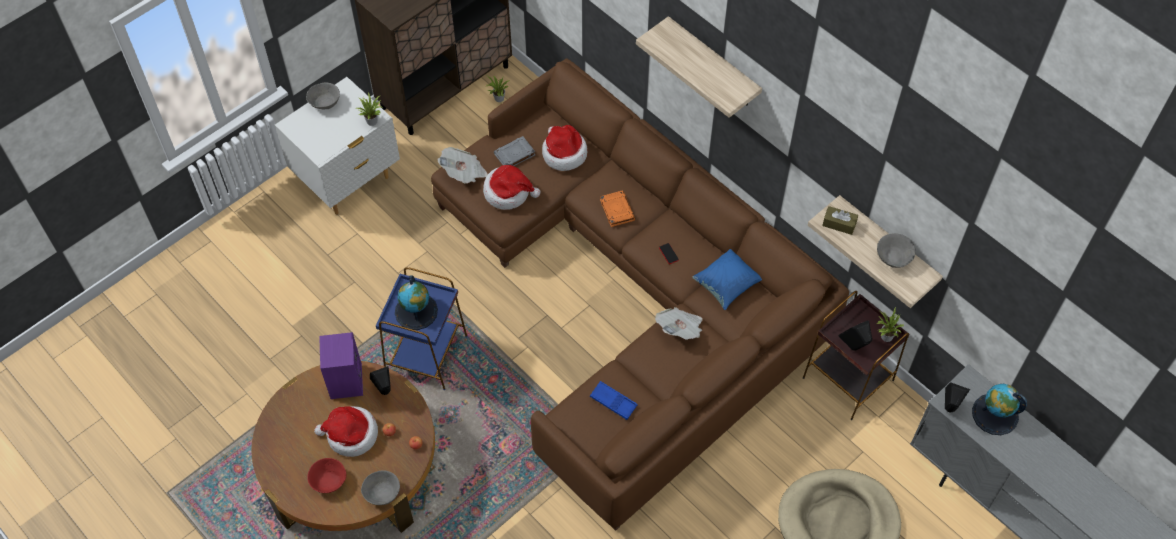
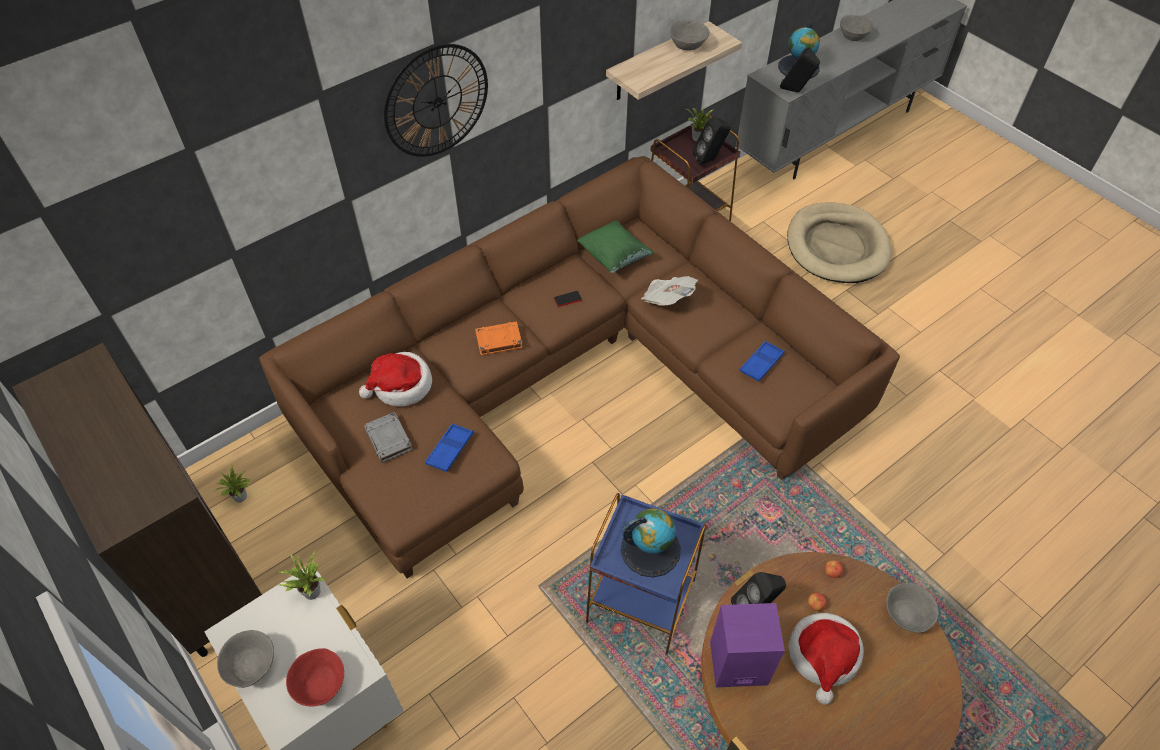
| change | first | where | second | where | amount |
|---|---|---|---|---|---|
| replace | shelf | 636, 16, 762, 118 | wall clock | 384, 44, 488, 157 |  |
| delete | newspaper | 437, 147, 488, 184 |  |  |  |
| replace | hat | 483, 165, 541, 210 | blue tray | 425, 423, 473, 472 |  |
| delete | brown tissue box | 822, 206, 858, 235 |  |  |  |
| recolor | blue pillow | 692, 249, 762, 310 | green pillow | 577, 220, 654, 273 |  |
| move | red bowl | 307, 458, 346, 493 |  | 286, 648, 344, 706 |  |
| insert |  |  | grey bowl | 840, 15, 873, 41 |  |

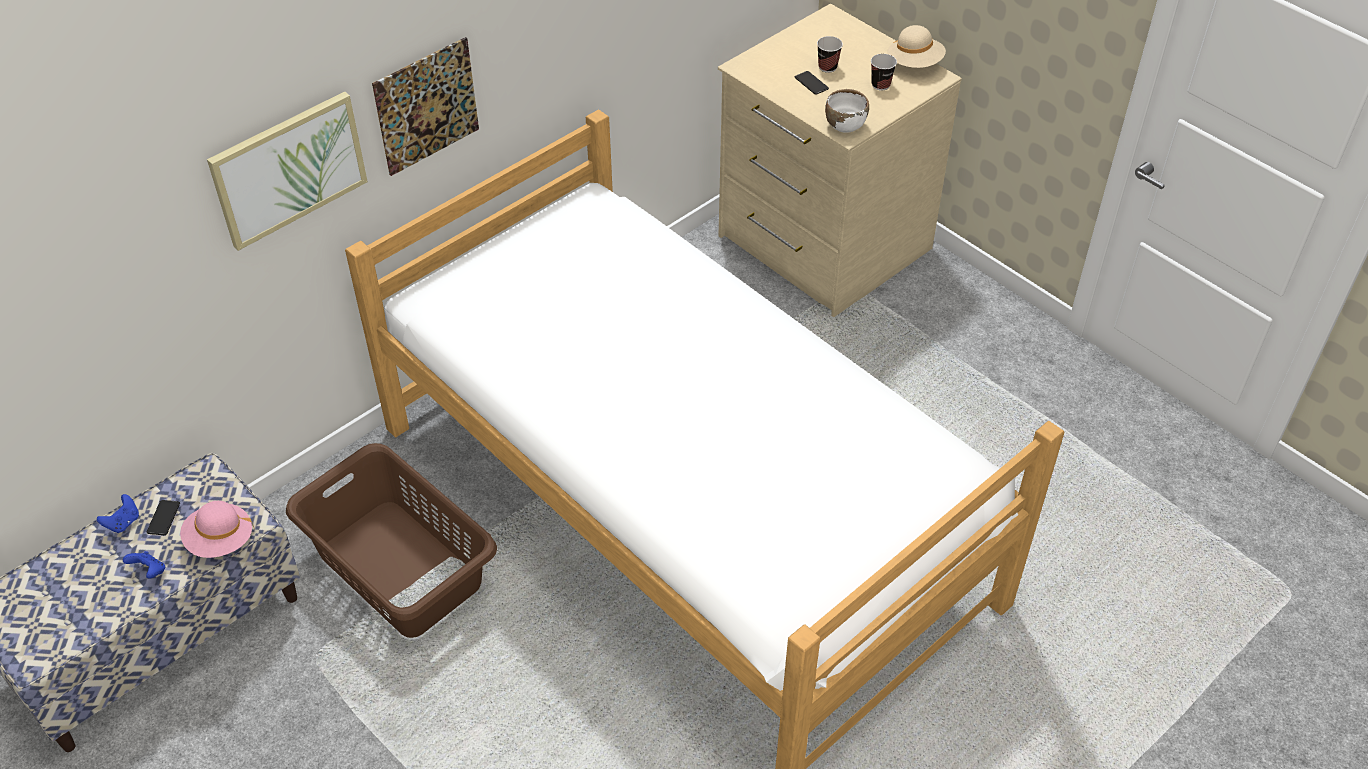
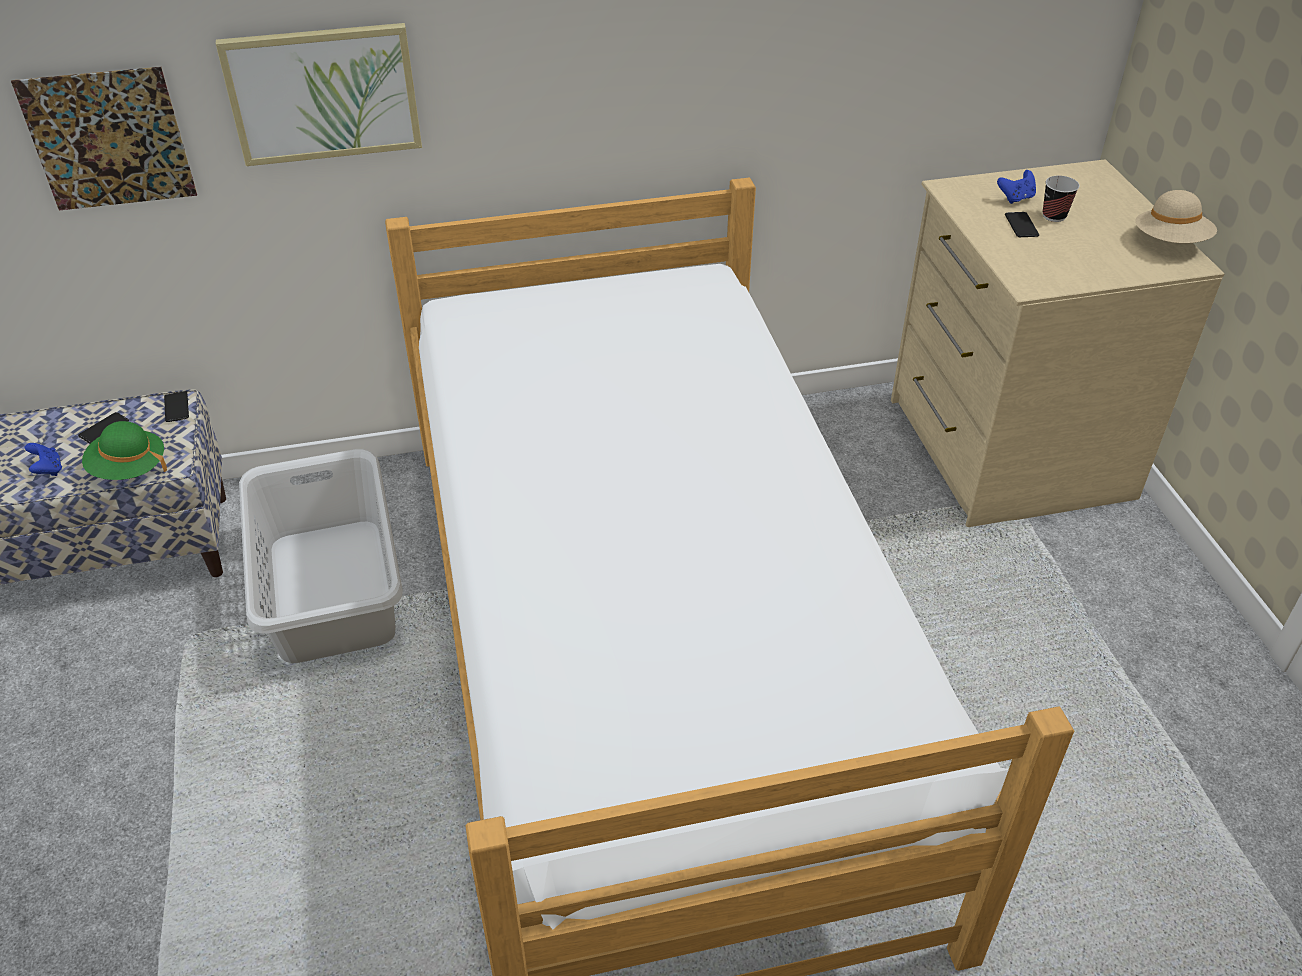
| change | first | where | second | where | amount |
|---|---|---|---|---|---|
| move | picture | 372, 37, 479, 176 |  | 11, 67, 197, 211 |  |
| delete | cup | 871, 54, 897, 91 |  |  |  |
| delete | white bowl | 825, 89, 869, 133 |  |  |  |
| recolor | brown laundry basket | 286, 443, 497, 638 | grey laundry basket | 239, 449, 403, 663 |  |
| move | blue game controller | 97, 494, 139, 533 |  | 997, 170, 1036, 204 |  |
| recolor | pink hat | 180, 501, 255, 558 | green hat | 82, 421, 167, 480 |  |
| insert |  |  | phone | 164, 391, 189, 422 |  |

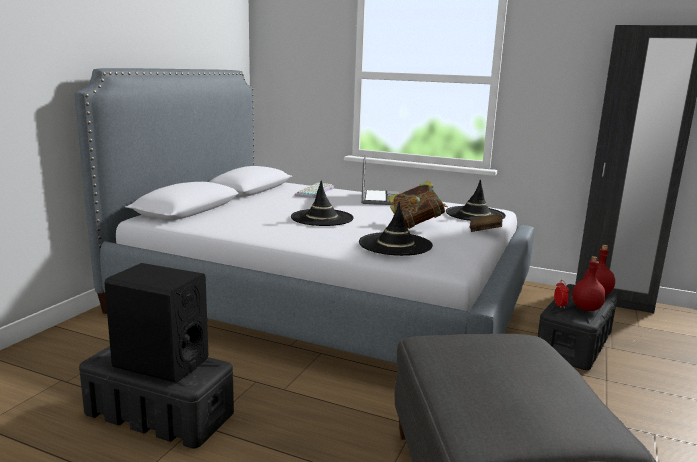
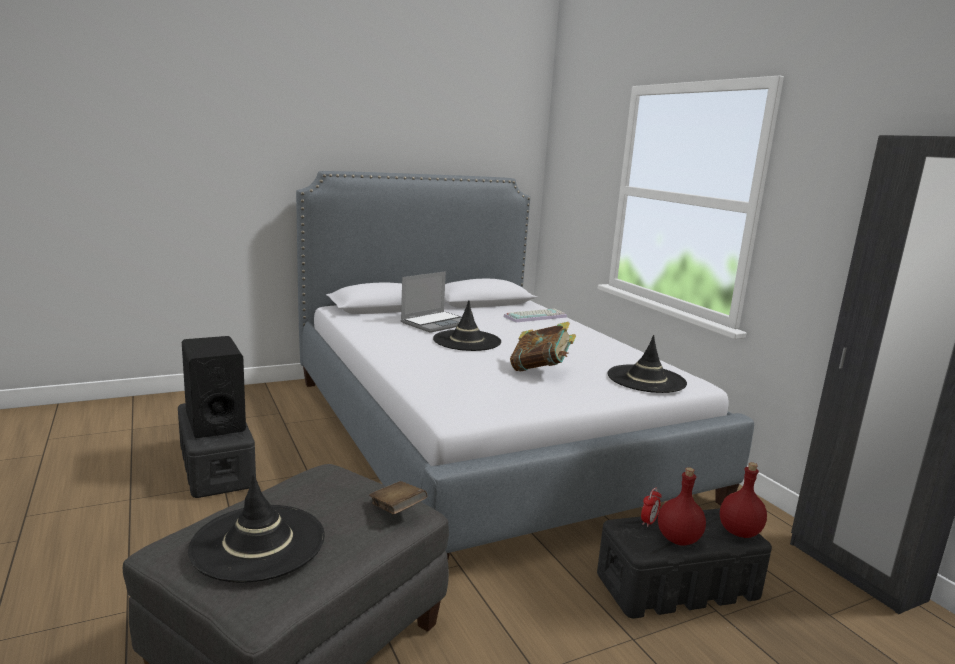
| change | first | where | second | where | amount |
|---|---|---|---|---|---|
| move | laptop | 361, 155, 399, 205 |  | 401, 271, 462, 333 |  |
| move | black hat | 359, 201, 433, 256 |  | 188, 474, 325, 582 |  |
| move | brown book | 470, 214, 502, 232 |  | 369, 481, 427, 515 |  |

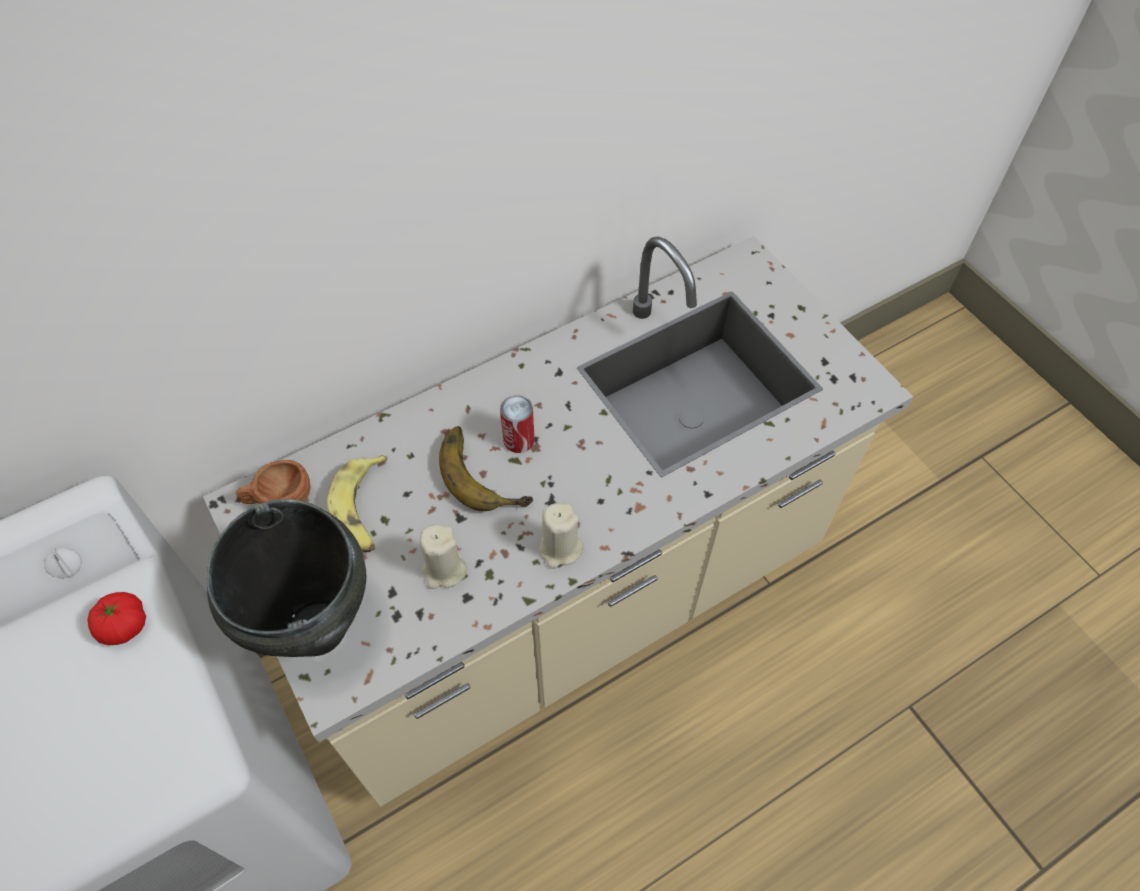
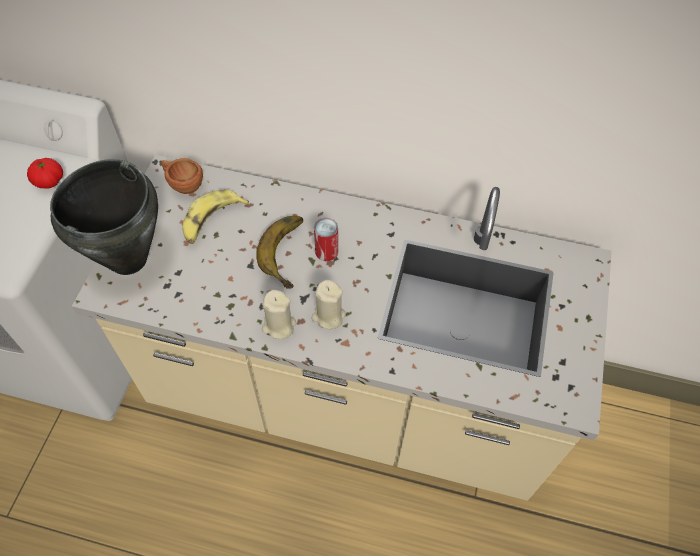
| change | first | where | second | where | amount |
|---|---|---|---|---|---|
| move | beige candle | 420, 524, 468, 589 |  | 311, 280, 346, 329 |  |

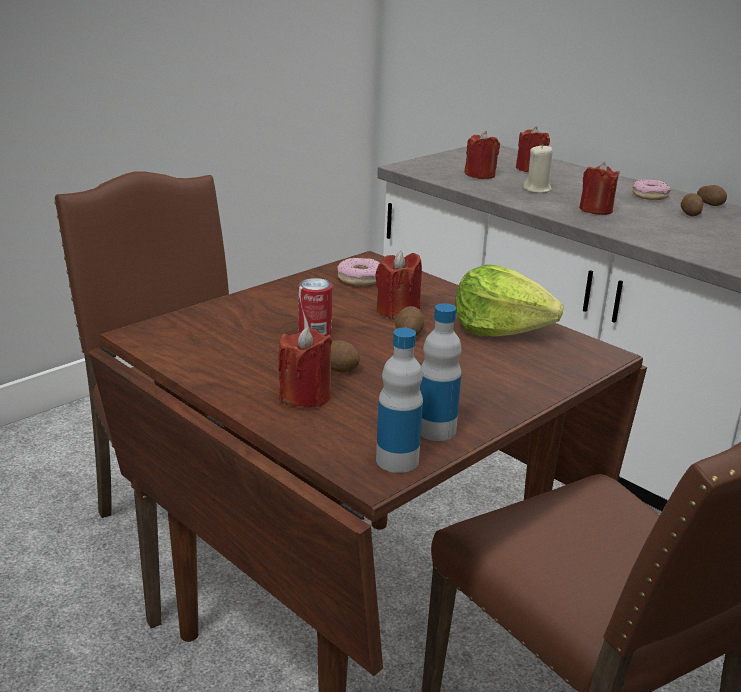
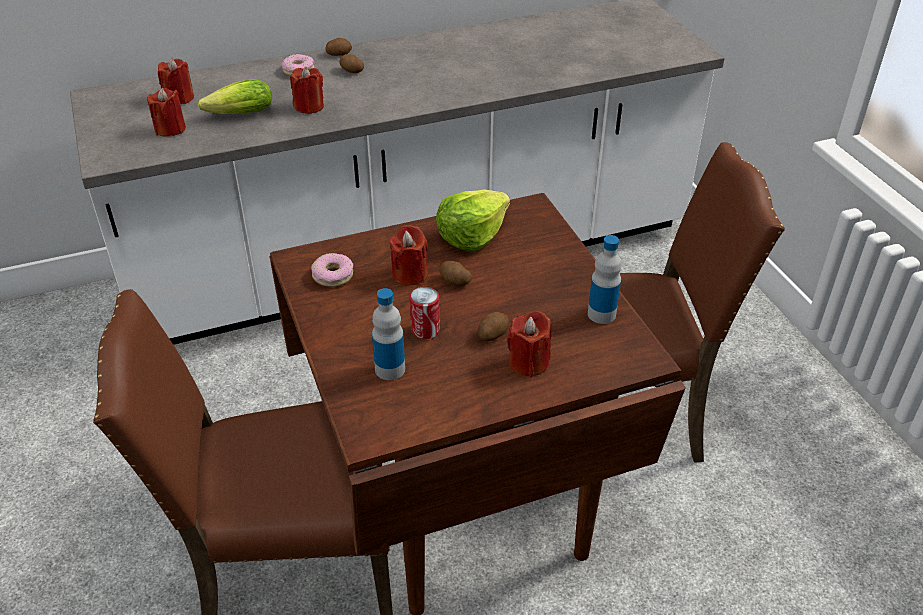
| change | first | where | second | where | amount |
|---|---|---|---|---|---|
| replace | beige candle | 523, 144, 553, 193 | lettuce | 198, 79, 272, 114 |  |
| move | bottle | 376, 328, 423, 473 |  | 372, 288, 405, 380 |  |

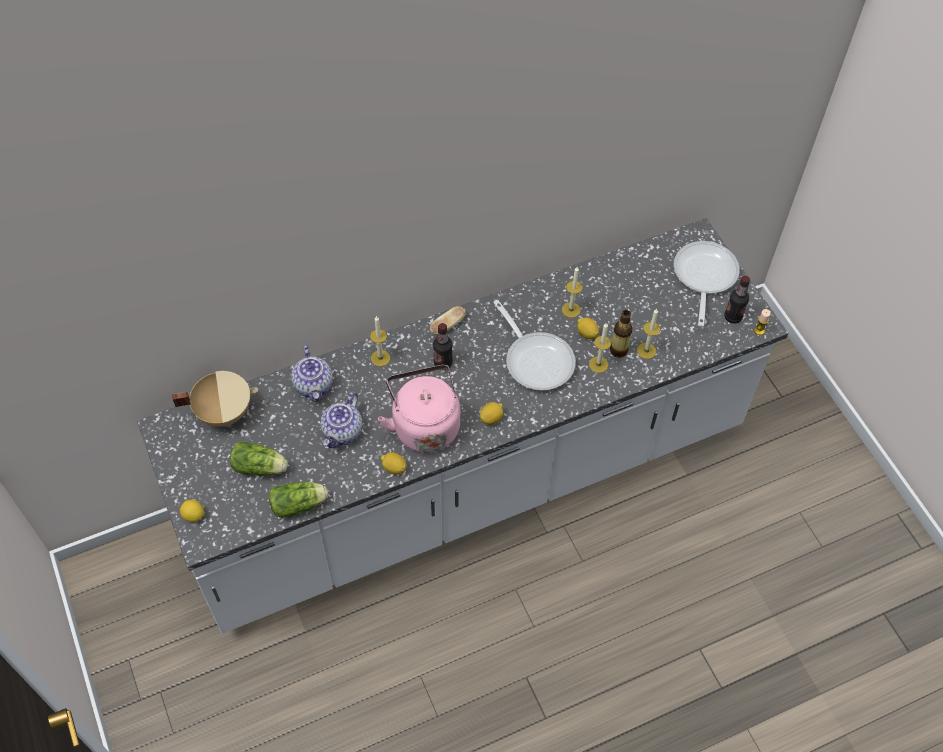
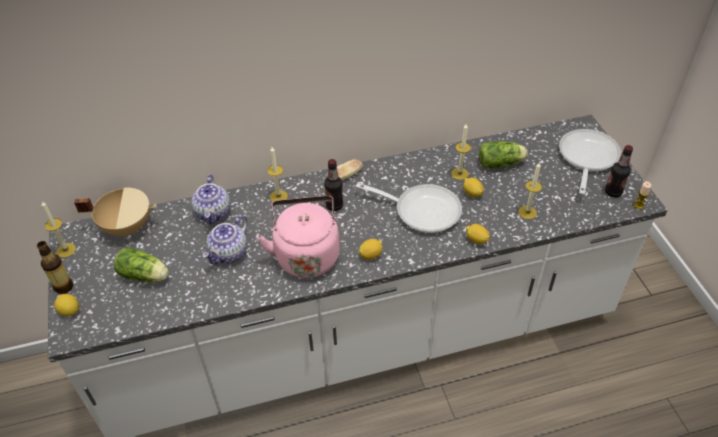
| change | first | where | second | where | amount |
|---|---|---|---|---|---|
| rotate | frying pan | 493, 300, 576, 390 |  | 356, 183, 462, 233 | 45 degrees counterclockwise |
| move | bottle | 610, 310, 633, 358 |  | 37, 241, 73, 294 |  |
| move | candle | 589, 323, 611, 373 |  | 41, 201, 76, 258 |  |
| move | lemon | 381, 452, 407, 475 |  | 466, 224, 490, 244 |  |
| move | lettuce | 269, 482, 328, 518 |  | 479, 141, 528, 169 |  |

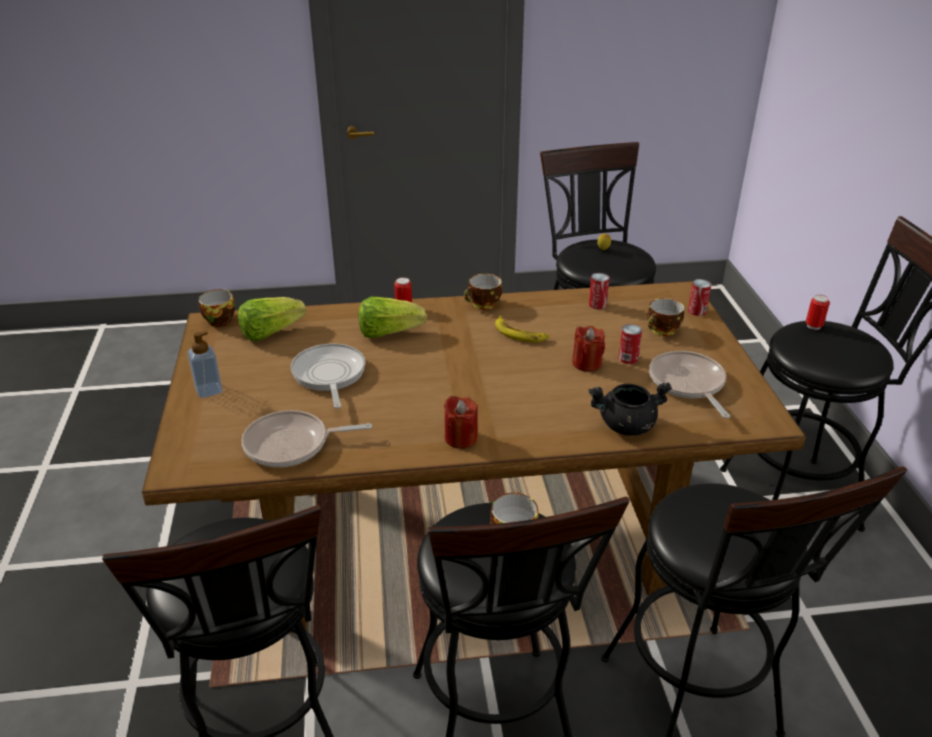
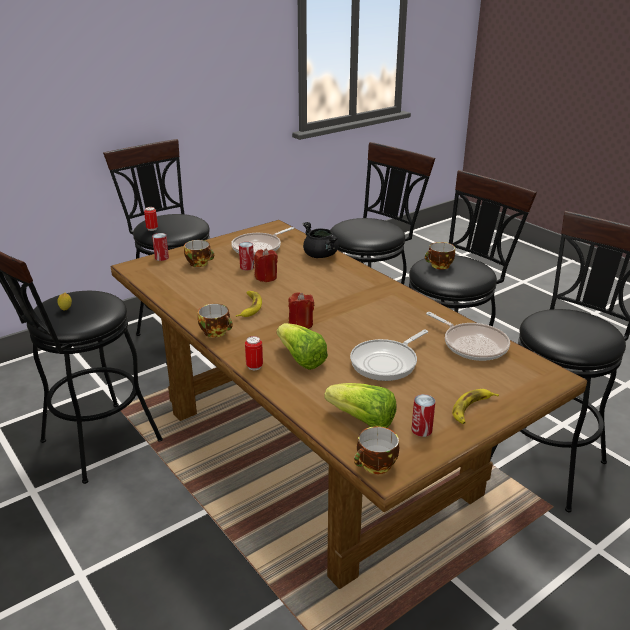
| change | first | where | second | where | amount |
|---|---|---|---|---|---|
| move | can | 589, 273, 609, 309 |  | 411, 394, 436, 437 |  |
| replace | soap dispenser | 187, 331, 223, 398 | banana | 452, 389, 499, 424 |  |
| move | red candle | 444, 396, 478, 449 |  | 288, 292, 314, 329 |  |

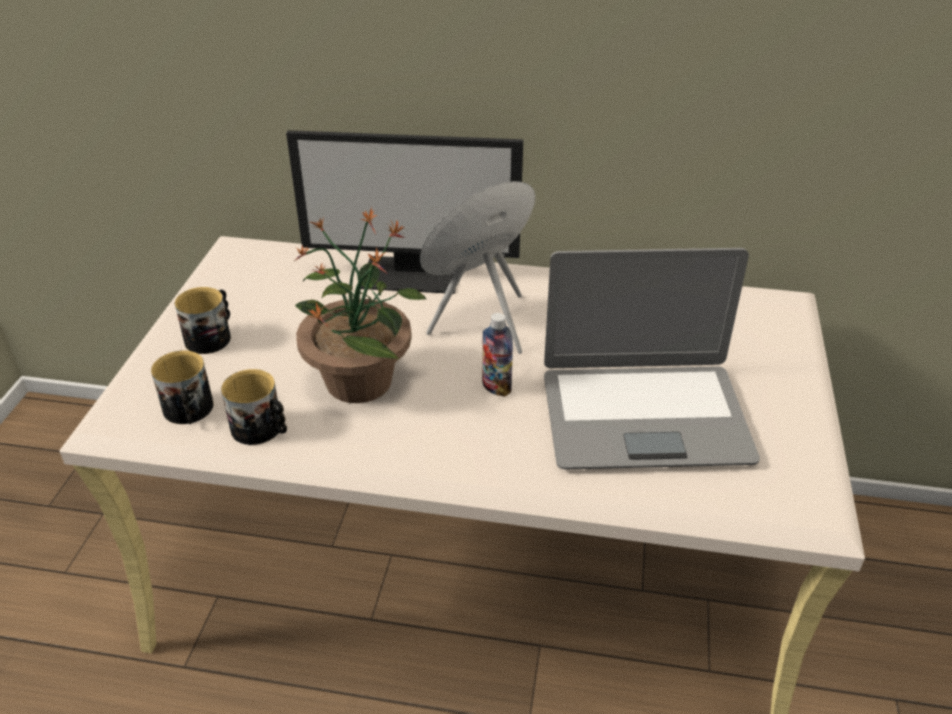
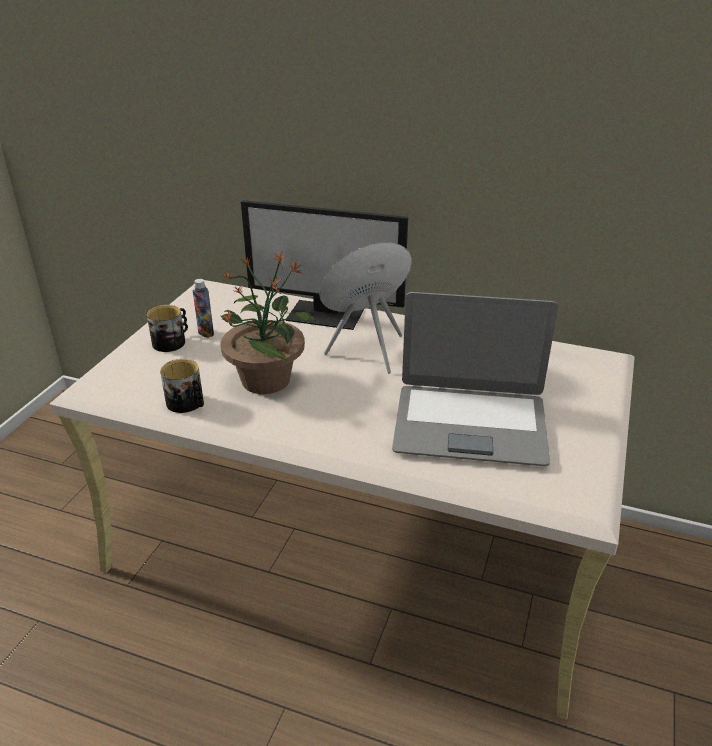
| change | first | where | second | where | amount |
|---|---|---|---|---|---|
| move | bottle | 482, 313, 513, 397 |  | 192, 279, 214, 338 |  |
| delete | mug | 151, 350, 214, 424 |  |  |  |

